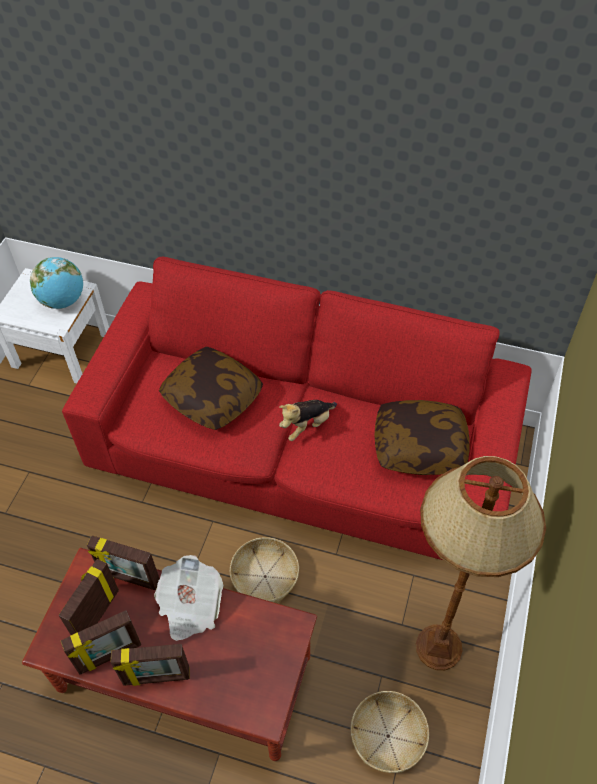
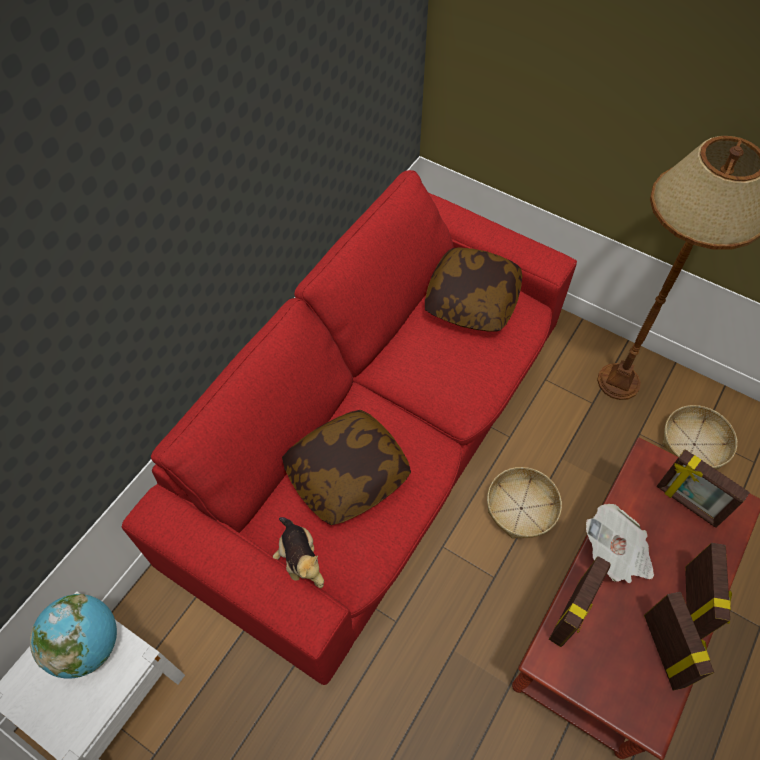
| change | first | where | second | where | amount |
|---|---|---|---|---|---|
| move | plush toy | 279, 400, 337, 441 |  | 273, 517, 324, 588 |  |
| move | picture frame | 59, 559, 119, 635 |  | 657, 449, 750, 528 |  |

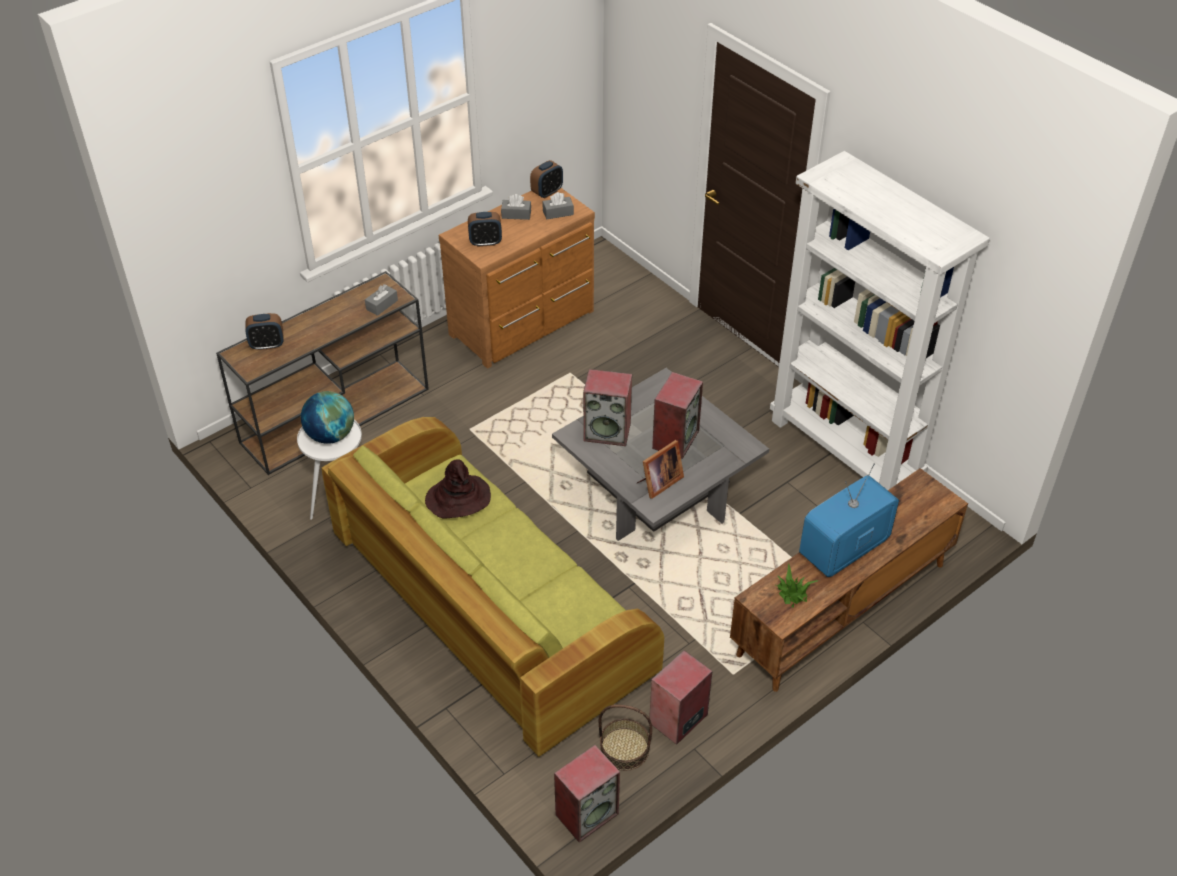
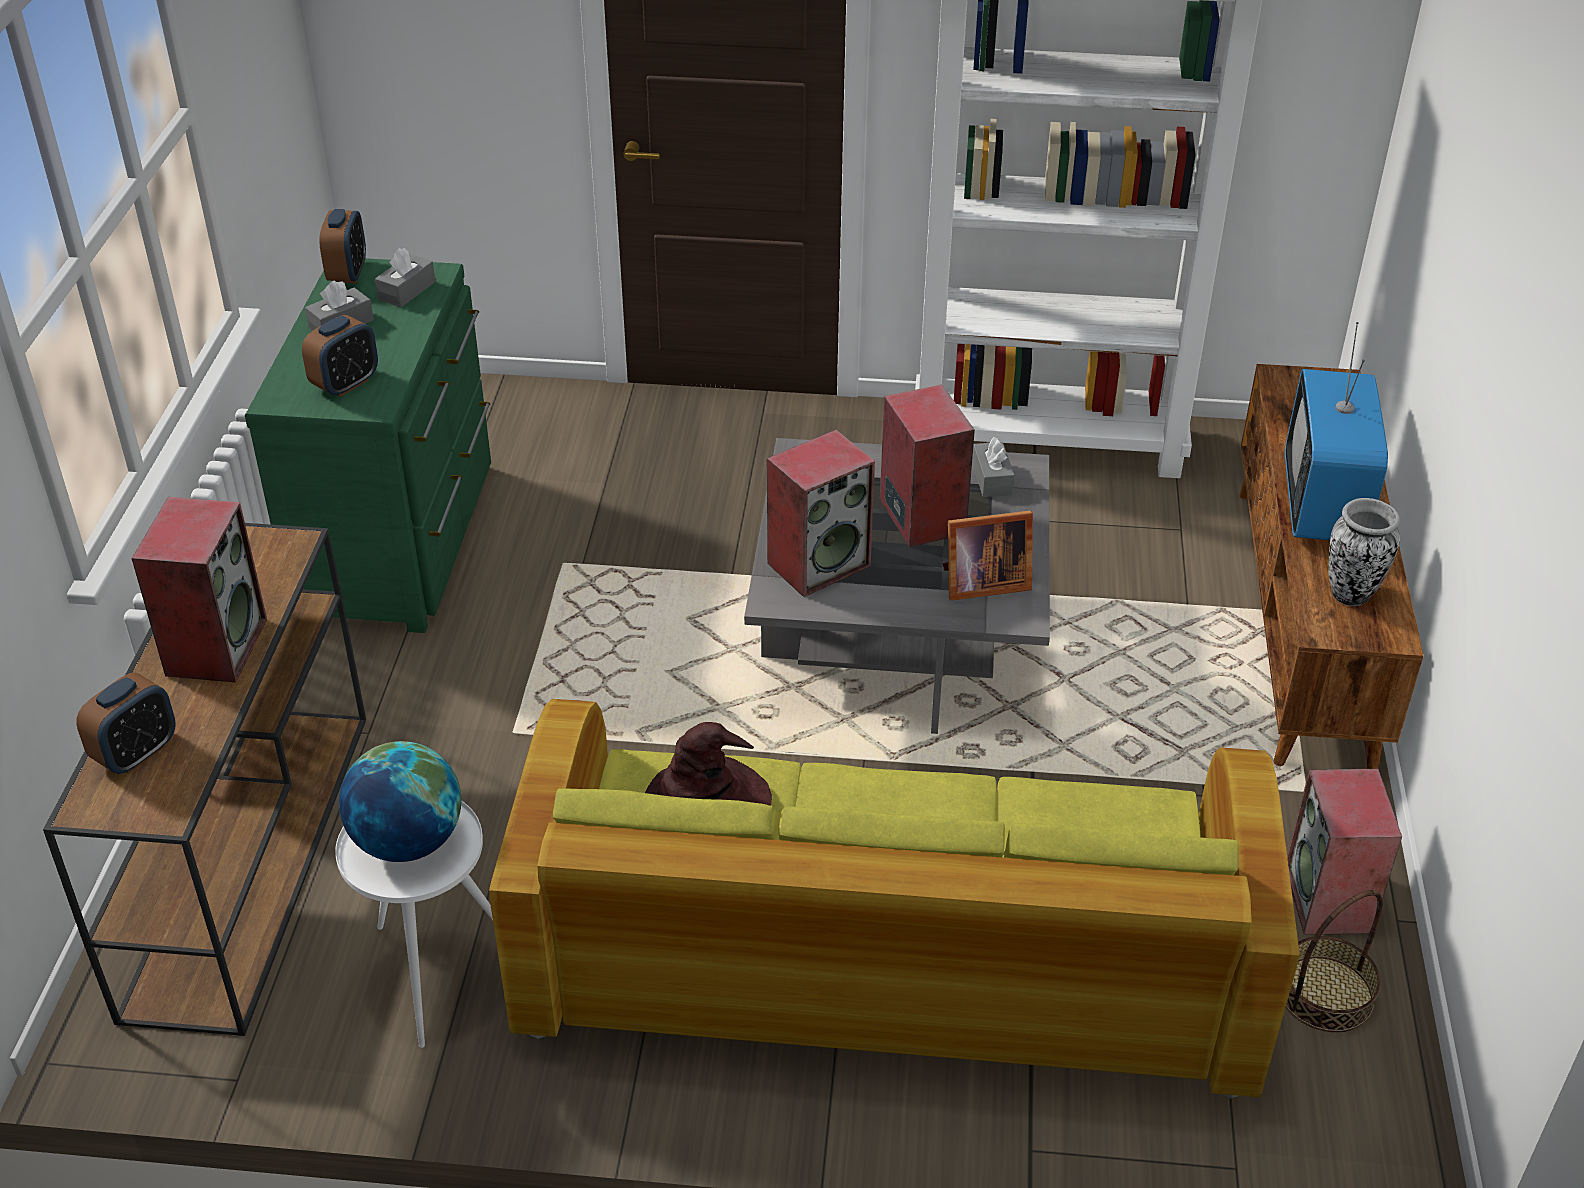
| change | first | where | second | where | amount |
|---|---|---|---|---|---|
| recolor | brown dresser | 439, 188, 595, 369 | green dresser | 245, 258, 491, 633 |  |
| move | grey tissue box | 365, 284, 398, 316 |  | 972, 437, 1015, 497 |  |
| rotate | picture frame | 637, 440, 684, 499 |  | 943, 511, 1033, 601 | 75 degrees clockwise |
| replace | potted plant | 776, 563, 819, 607 | vase | 1328, 498, 1400, 606 |  |
| move | speaker | 554, 745, 620, 843 |  | 131, 497, 267, 682 |  |

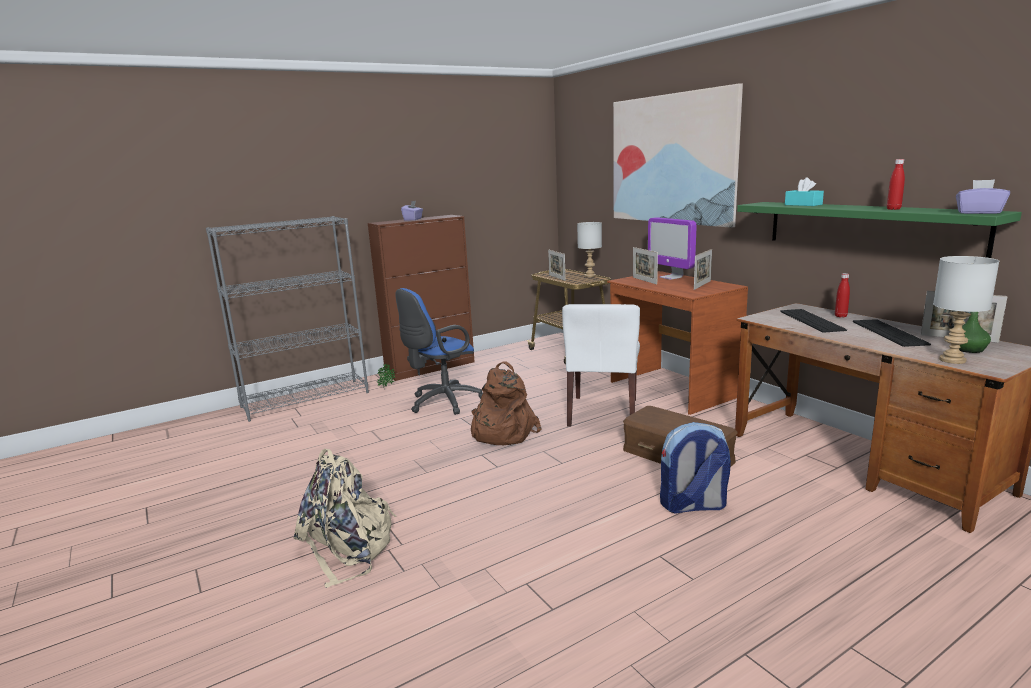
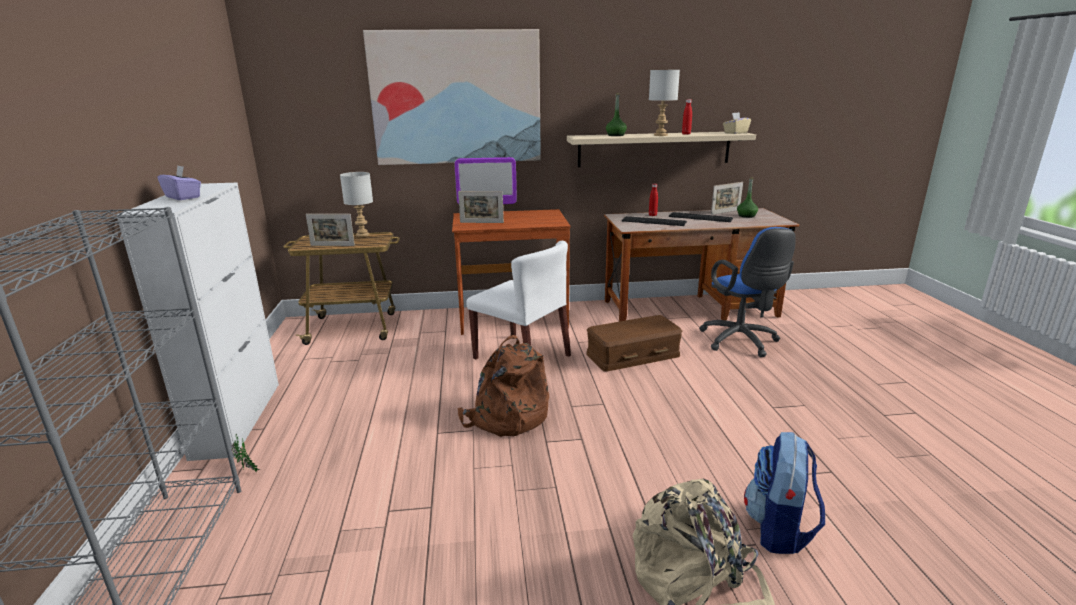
| change | first | where | second | where | amount |
|---|---|---|---|---|---|
| replace | turquoise tissue box | 785, 177, 824, 206 | green bottle | 606, 93, 627, 136 |  |
| recolor | purple tissue box | 956, 179, 1010, 214 | beige tissue box | 723, 112, 751, 134 |  |
| recolor | green shelf | 737, 202, 1022, 258 | beige shelf | 567, 132, 756, 167 |  |
| recolor | brown cabinet | 368, 215, 475, 381 | white cabinet | 117, 183, 279, 461 |  |
| delete | picture frame | 694, 249, 712, 290 |  |  |  |
| move | grey table lamp | 933, 256, 999, 364 |  | 649, 70, 680, 136 |  |
| move | blue office chair | 395, 288, 483, 415 |  | 699, 227, 796, 357 |  |
| move | backpack | 660, 422, 731, 514 |  | 744, 432, 825, 554 |  |

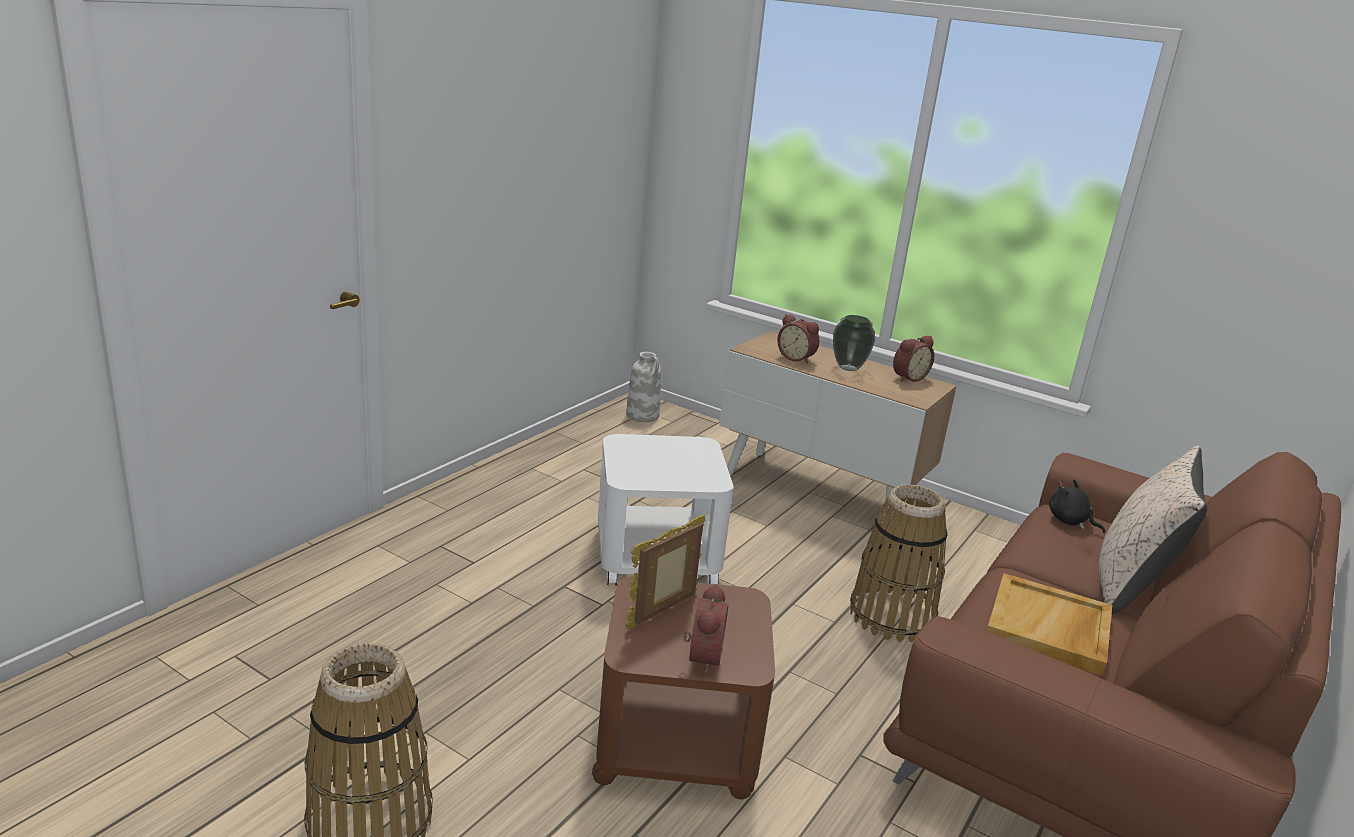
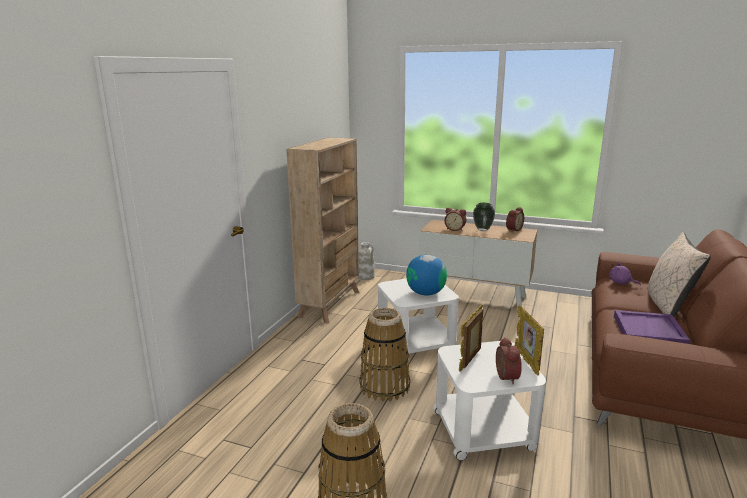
| change | first | where | second | where | amount |
|---|---|---|---|---|---|
| recolor | black plush toy | 1049, 480, 1105, 533 | purple plush toy | 609, 262, 641, 285 |  |
| move | basket | 850, 485, 947, 642 |  | 360, 308, 410, 401 |  |
| recolor | beige tray | 987, 573, 1112, 676 | purple tray | 614, 310, 690, 344 |  |
| recolor | brown side table | 592, 576, 775, 799 | white side table | 433, 341, 546, 460 |  |
| insert |  |  | beige bookcase | 286, 137, 359, 323 |  |
| insert |  |  | globe | 406, 255, 447, 296 |  |
| insert |  |  | picture frame | 515, 305, 544, 376 |  |

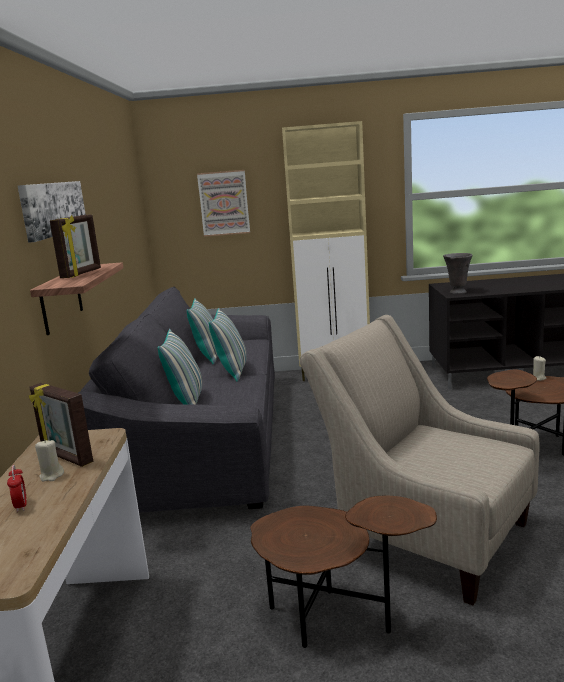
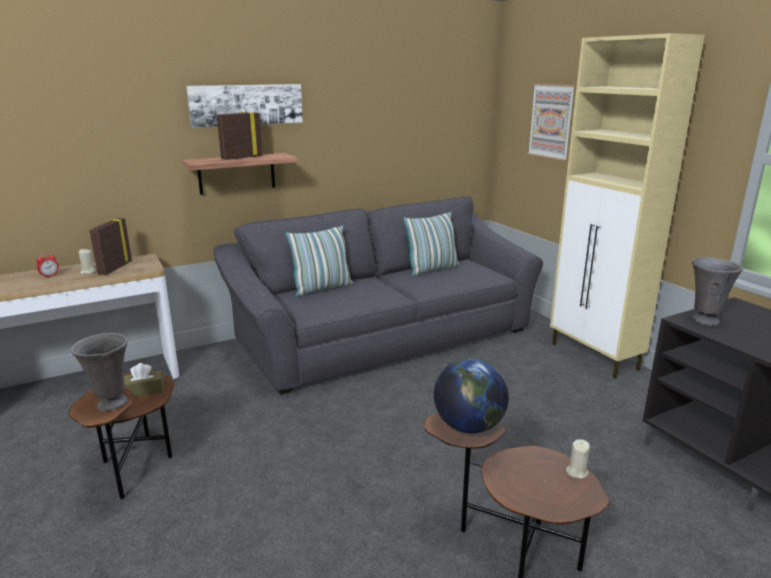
| change | first | where | second | where | amount |
|---|---|---|---|---|---|
| rotate | picture frame | 50, 214, 101, 278 |  | 217, 111, 263, 160 | 150 degrees clockwise |
| delete | pillow | 209, 308, 247, 382 |  |  |  |
| delete | beige armchair | 299, 315, 540, 606 |  |  |  |
| insert |  |  | grey vase | 71, 333, 128, 411 |  |
| insert |  |  | globe | 434, 358, 509, 433 |  |
| insert |  |  | brown tissue box | 124, 363, 163, 398 |  |

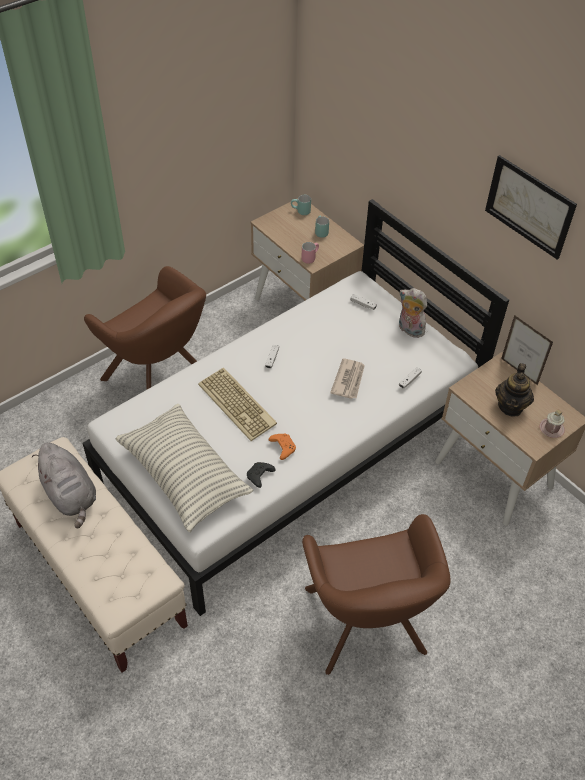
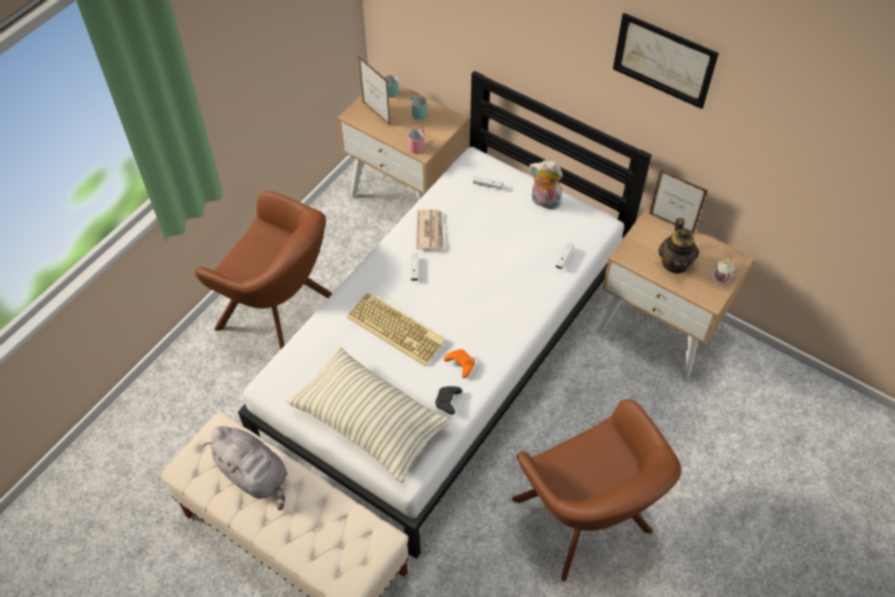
| change | first | where | second | where | amount |
|---|---|---|---|---|---|
| move | newspaper | 330, 358, 365, 399 |  | 416, 209, 444, 250 |  |
| insert |  |  | picture frame | 359, 57, 390, 125 |  |

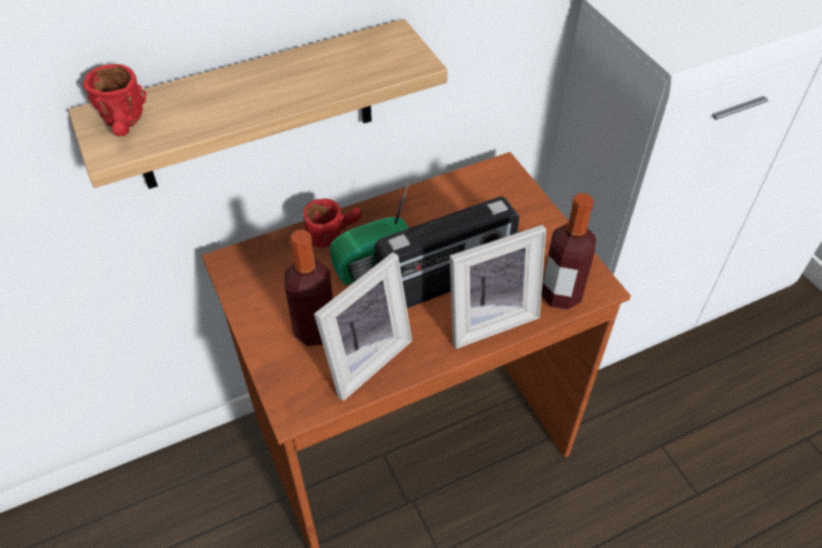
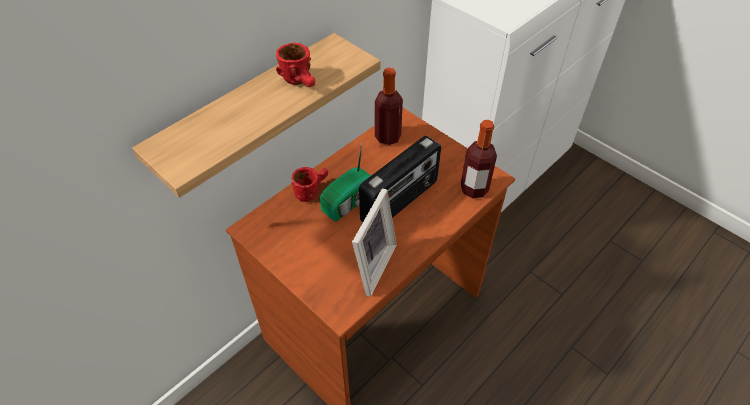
| change | first | where | second | where | amount |
|---|---|---|---|---|---|
| move | red mug | 83, 64, 146, 136 |  | 276, 43, 315, 87 |  |
| delete | picture frame | 450, 225, 546, 349 |  |  |  |
| move | bottle | 285, 230, 333, 346 |  | 375, 68, 403, 145 |  |

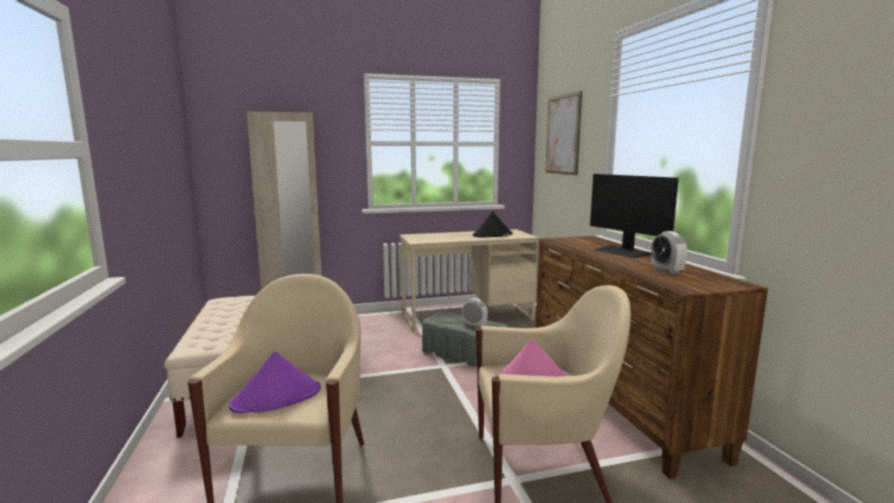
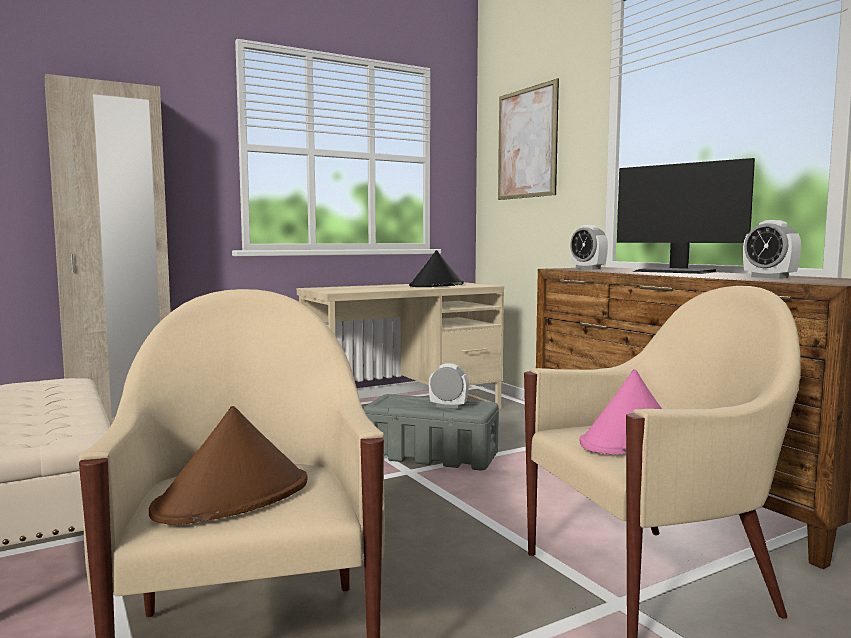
| change | first | where | second | where | amount |
|---|---|---|---|---|---|
| recolor | purple hat | 229, 351, 321, 413 | brown hat | 149, 406, 308, 524 |  |
| insert |  |  | alarm clock | 570, 225, 608, 270 |  |

